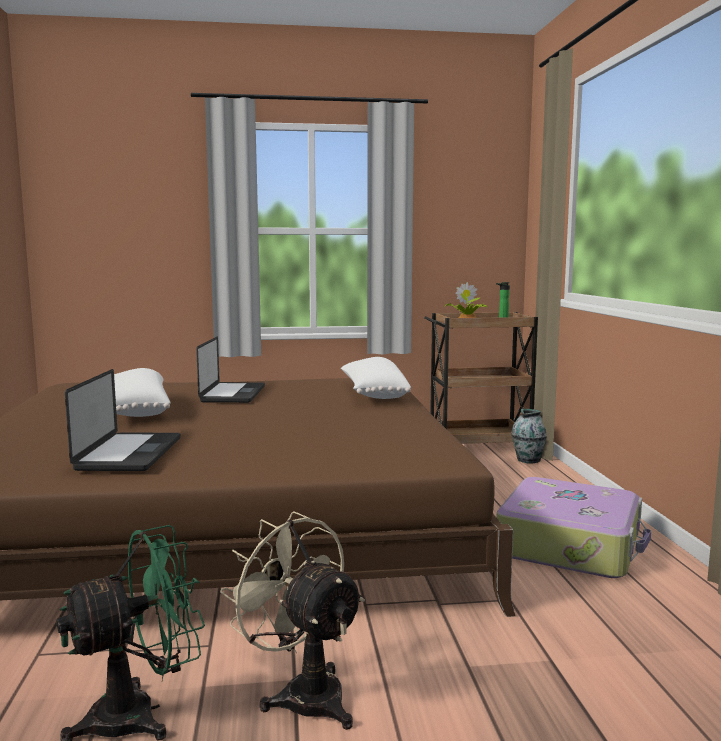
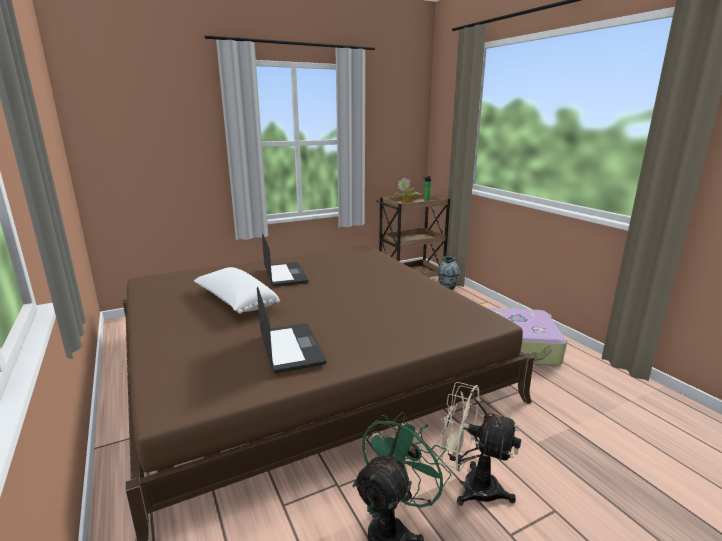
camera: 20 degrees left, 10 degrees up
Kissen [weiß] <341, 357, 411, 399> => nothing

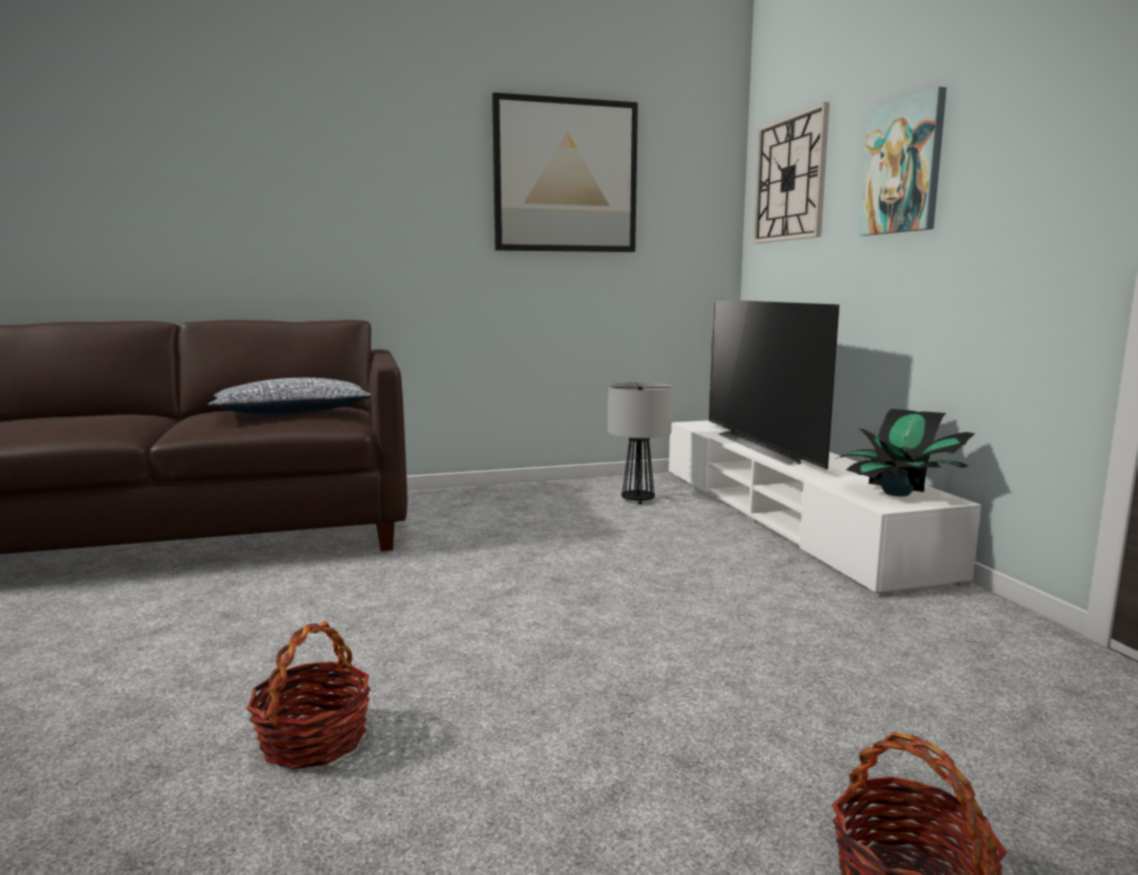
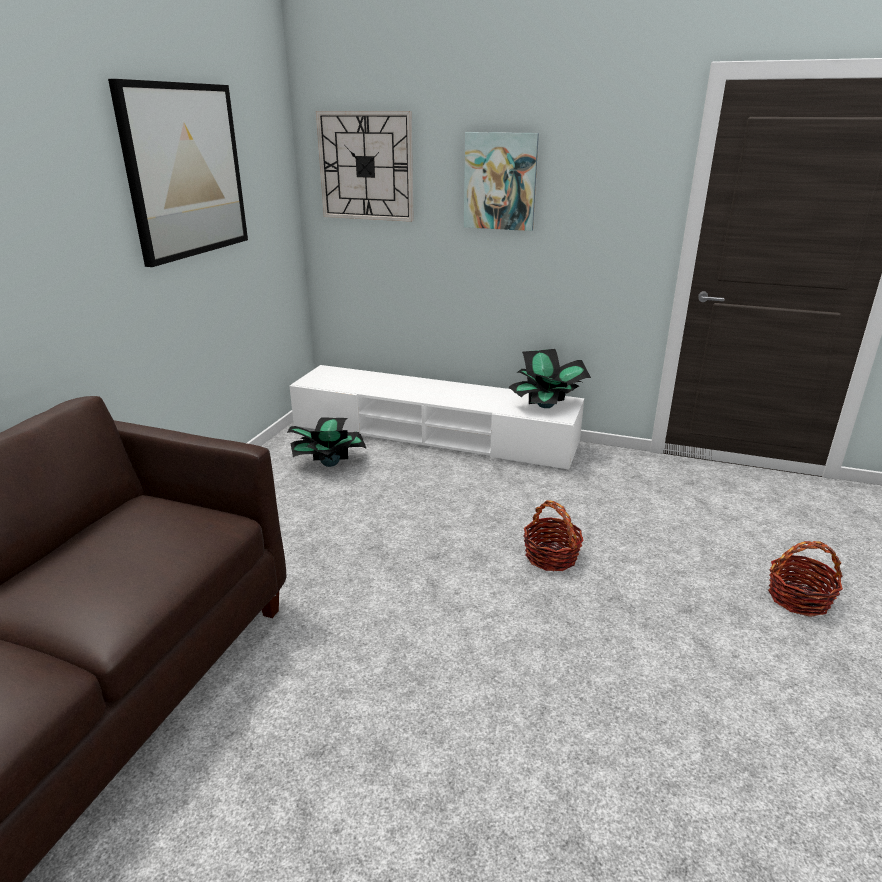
camera: 55 degrees left, 15 degrees up
Tischlampe <608, 382, 673, 504> => Topfpflanze <287, 418, 367, 467>
Korb <246, 621, 371, 770> => Korb <523, 500, 584, 571>, shifted
Kissen <208, 378, 371, 415> => nothing
Fernseher <709, 299, 839, 470> => nothing

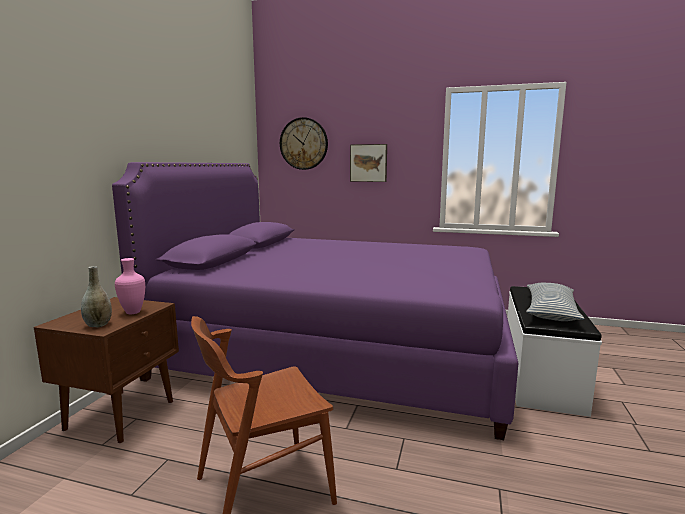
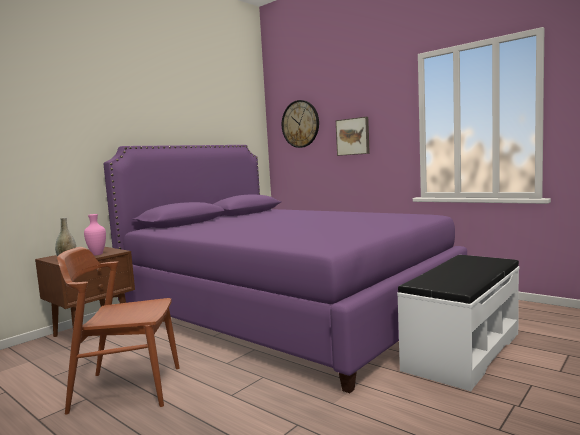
camera: 25 degrees right, 5 degrees down
Kissen <526, 283, 584, 321> => nothing

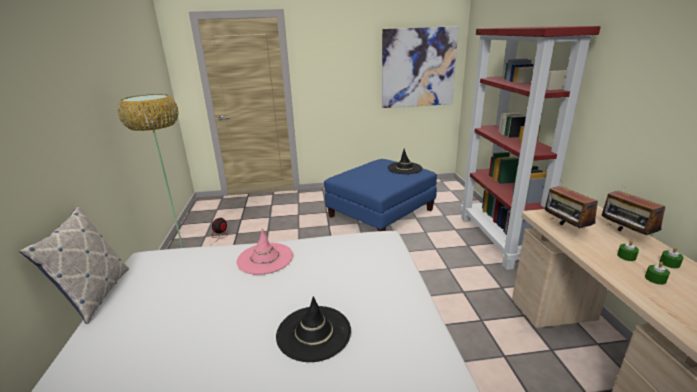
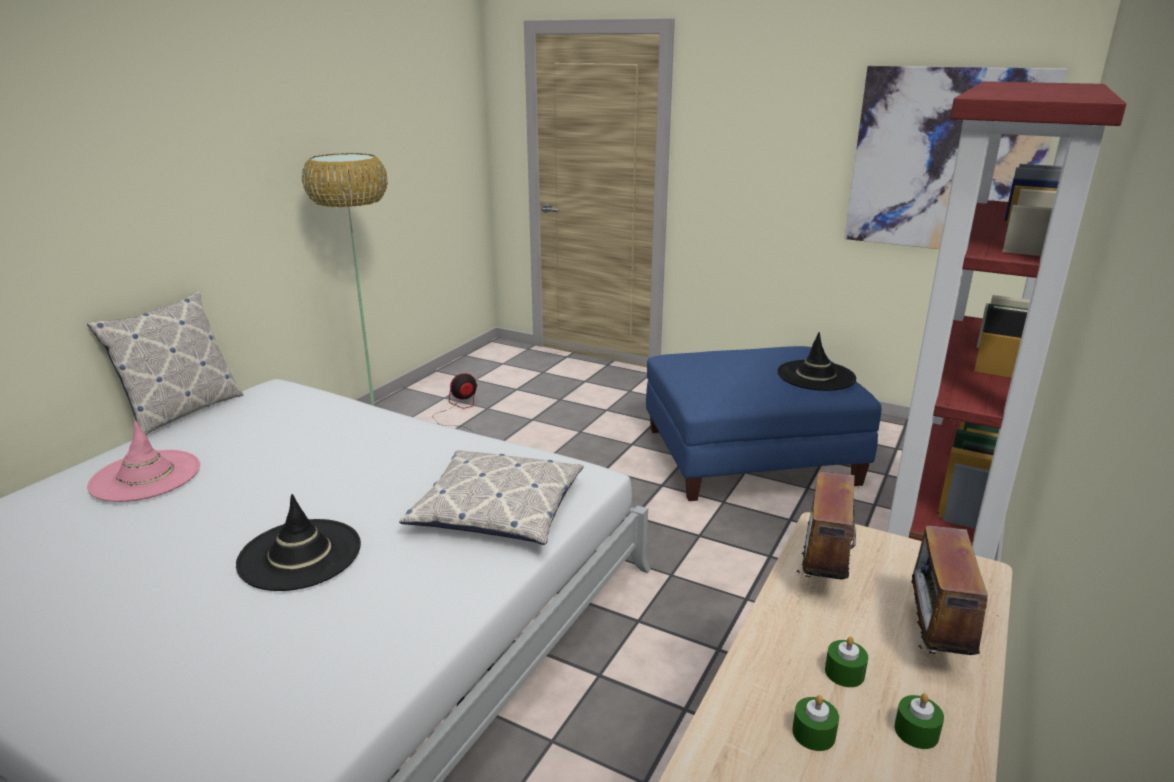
camera: 35 degrees right, 0 degrees up
Hut [rosa] <236, 228, 293, 275> => Hut [rosa] <87, 421, 200, 502>, shifted
nothing => Kissen <399, 450, 584, 545>

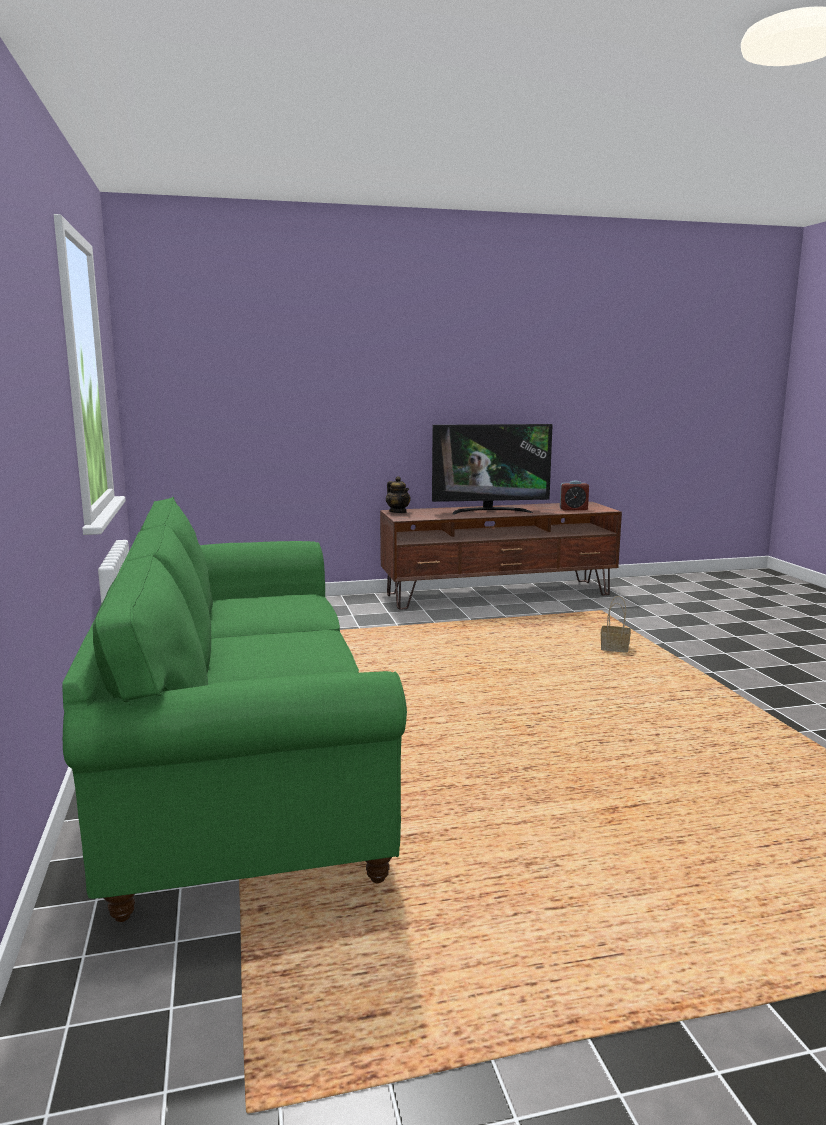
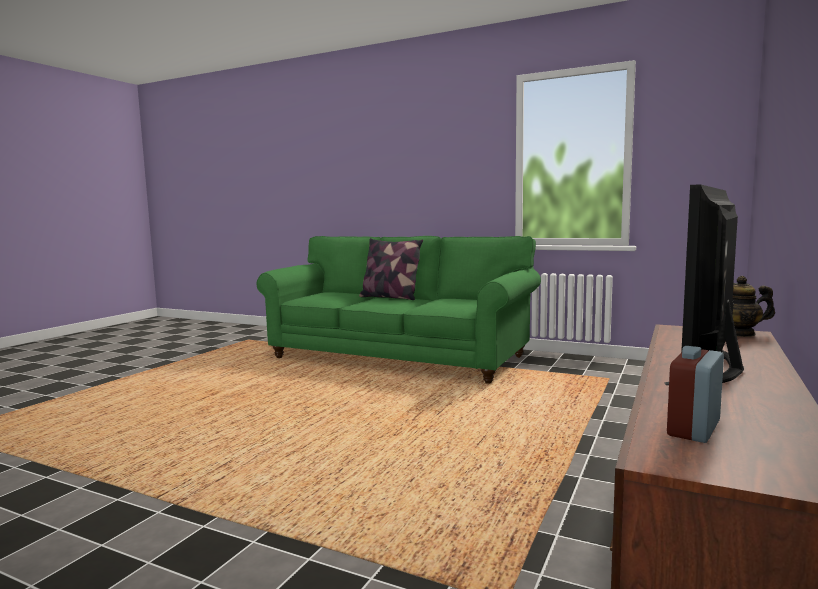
camera: 130 degrees right, 5 degrees down
nothing => Kissen <359, 238, 423, 300>
Korb <601, 596, 631, 653> => nothing

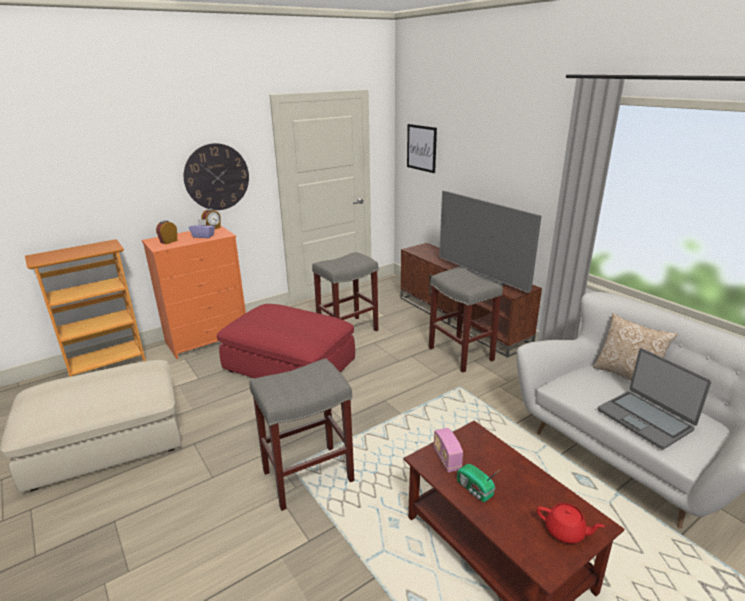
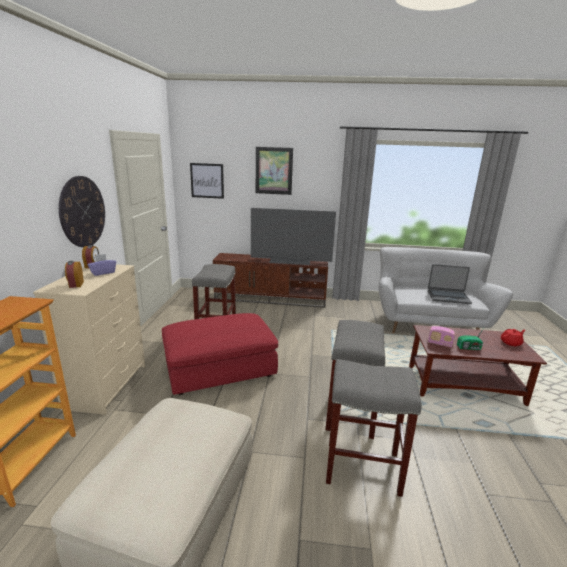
camera: 50 degrees left, 5 degrees down
Kommode [orange] <142, 225, 246, 359> => Kommode [beige] <33, 264, 145, 415>
nothing => Bild <256, 147, 293, 195>
Hocker [grau] <429, 268, 503, 373> => Hocker [grau] <326, 359, 422, 497>, shifted
Kissen <593, 313, 678, 380> => nothing

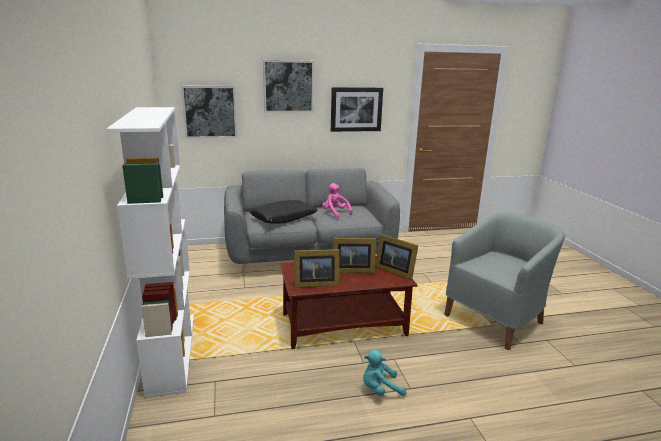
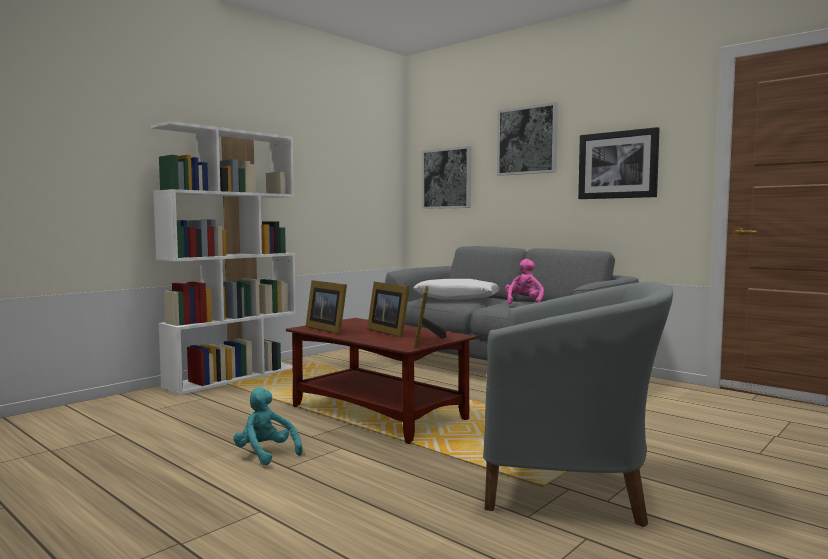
camera: 55 degrees right, 15 degrees down
Kissen [schwarz] <250, 200, 318, 223> => Kissen [weiß] <413, 279, 500, 300>

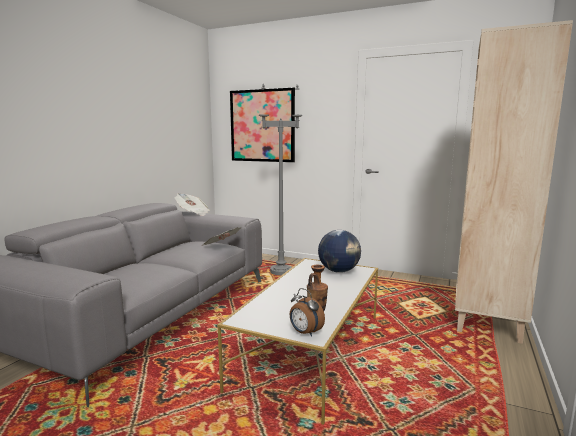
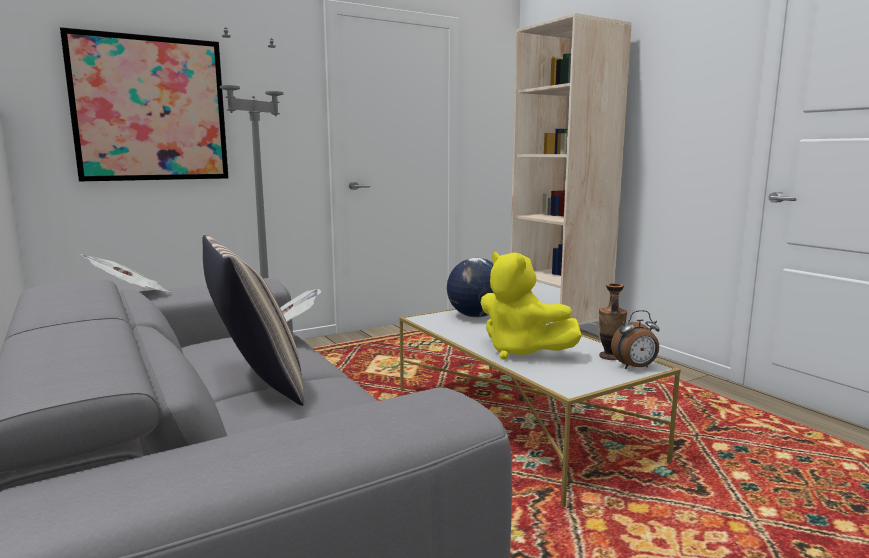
camera: 55 degrees left, 0 degrees up
nothing => Kissen <202, 235, 305, 406>
nothing => Plüschtier [gelb] <481, 252, 582, 360>

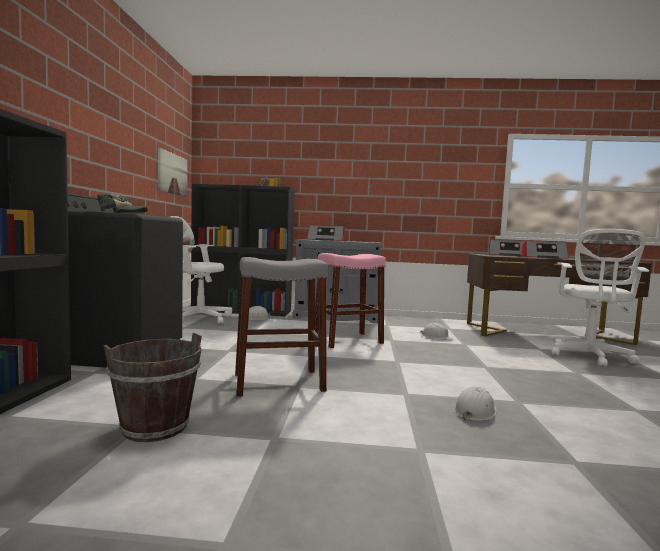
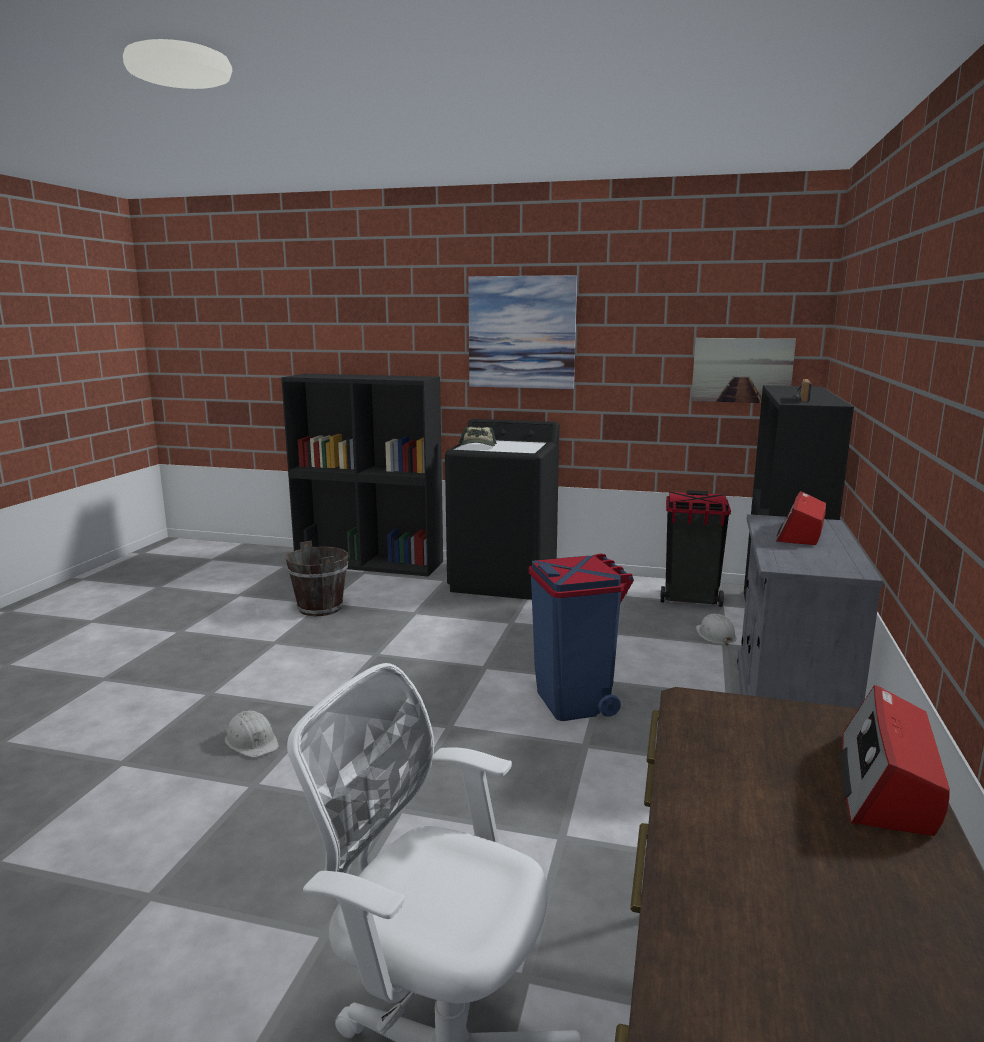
camera: 100 degrees right, 10 degrees up
nothing => Bild <468, 275, 577, 389>
Hocker [rosa] <315, 253, 386, 348> => Mülleimer [blau] <529, 553, 634, 721>
Bürostuhl [weiß] <171, 216, 232, 324> => Mülleimer [schwarz] <660, 490, 731, 607>
Hocker [grau] <235, 257, 328, 397> => nothing
Schutzhelm [weiß] <421, 323, 454, 340> => nothing
Radio <522, 240, 569, 259> => nothing

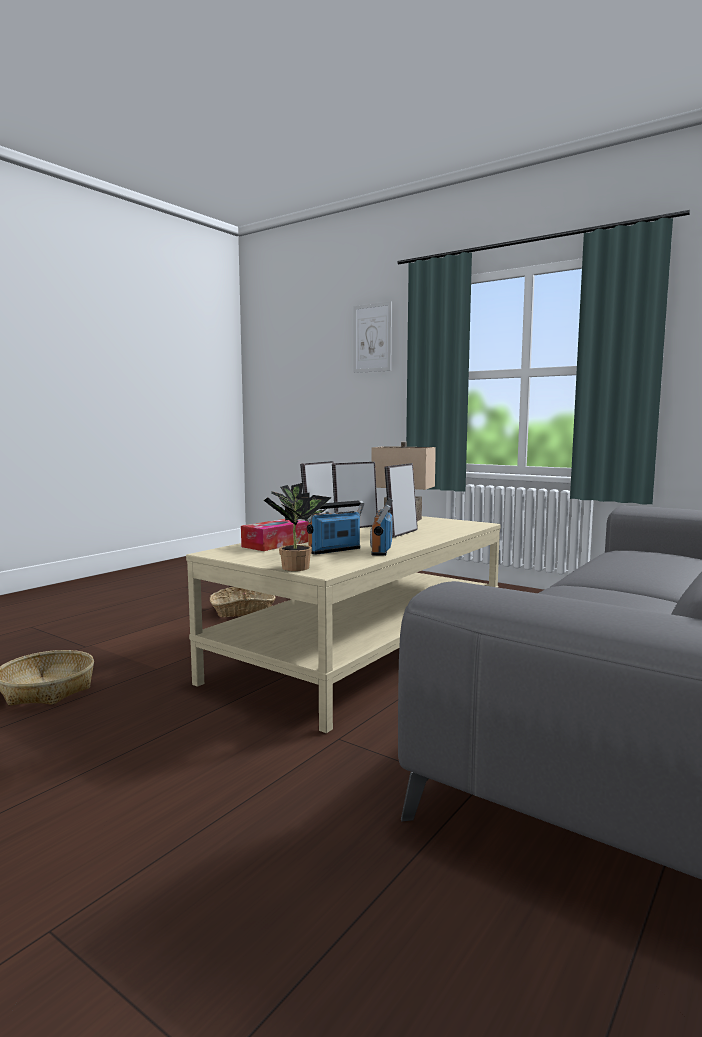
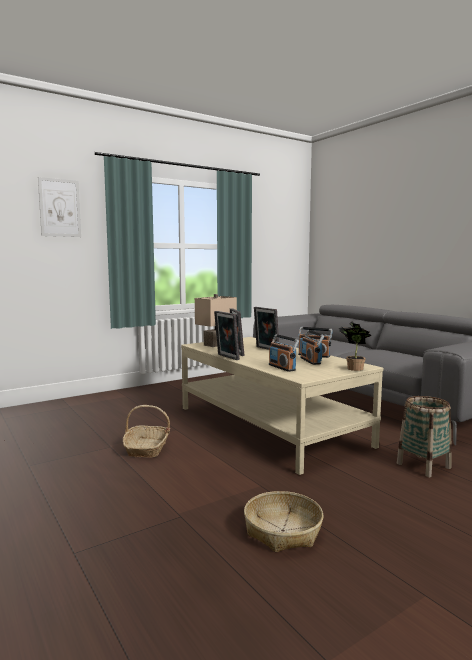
camera: 70 degrees left, 0 degrees up
Taschentuchbox <241, 519, 308, 551> => Radio <269, 334, 299, 372>
nothing => Korb <397, 396, 452, 477>

